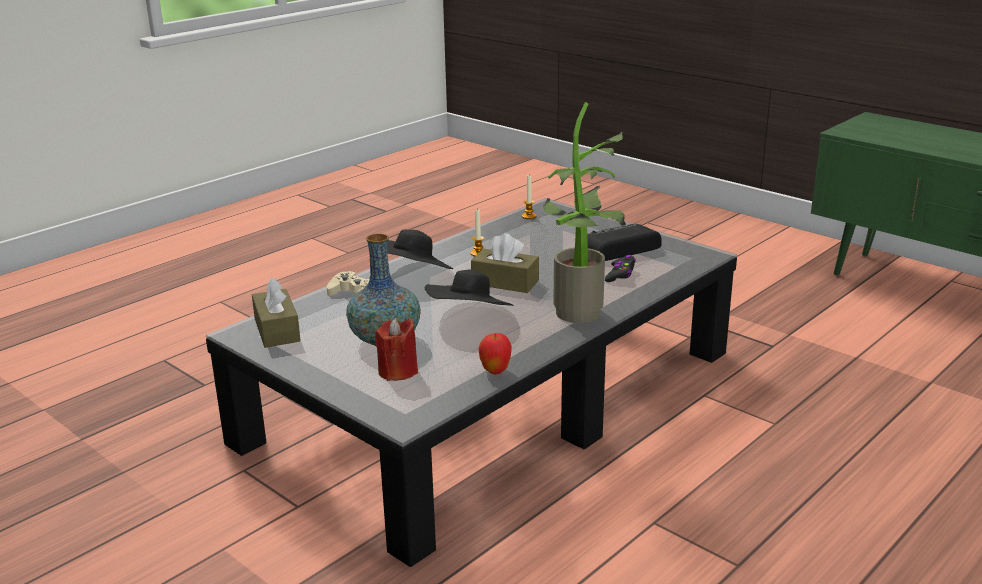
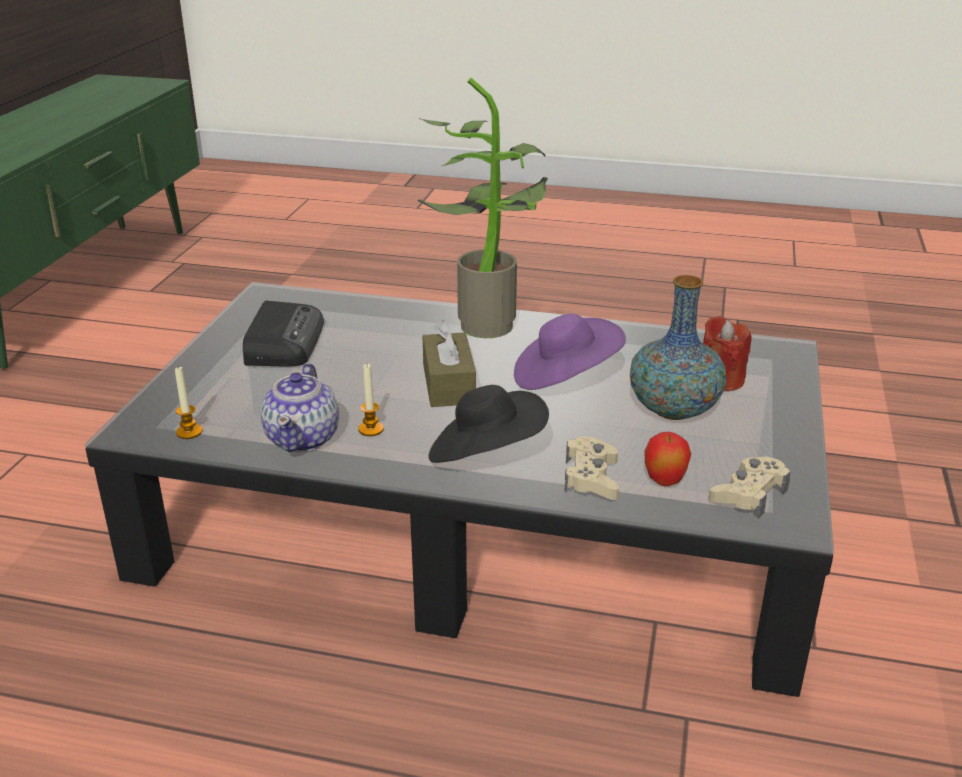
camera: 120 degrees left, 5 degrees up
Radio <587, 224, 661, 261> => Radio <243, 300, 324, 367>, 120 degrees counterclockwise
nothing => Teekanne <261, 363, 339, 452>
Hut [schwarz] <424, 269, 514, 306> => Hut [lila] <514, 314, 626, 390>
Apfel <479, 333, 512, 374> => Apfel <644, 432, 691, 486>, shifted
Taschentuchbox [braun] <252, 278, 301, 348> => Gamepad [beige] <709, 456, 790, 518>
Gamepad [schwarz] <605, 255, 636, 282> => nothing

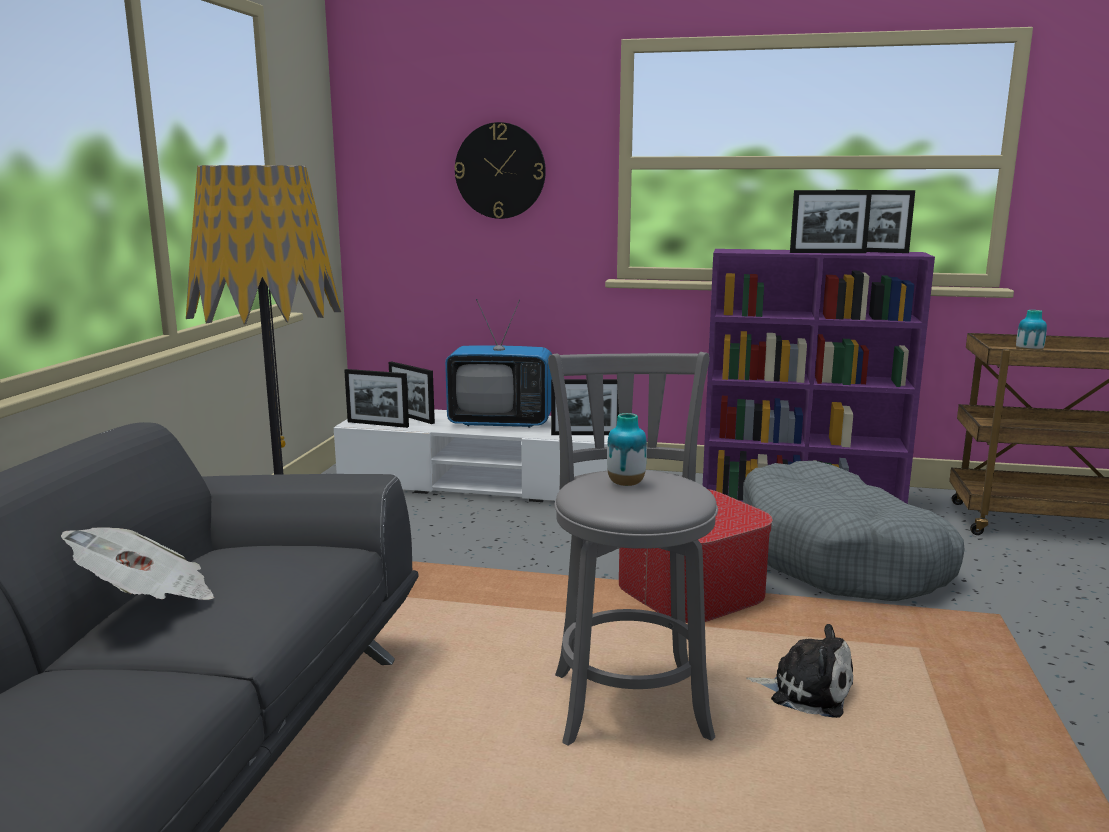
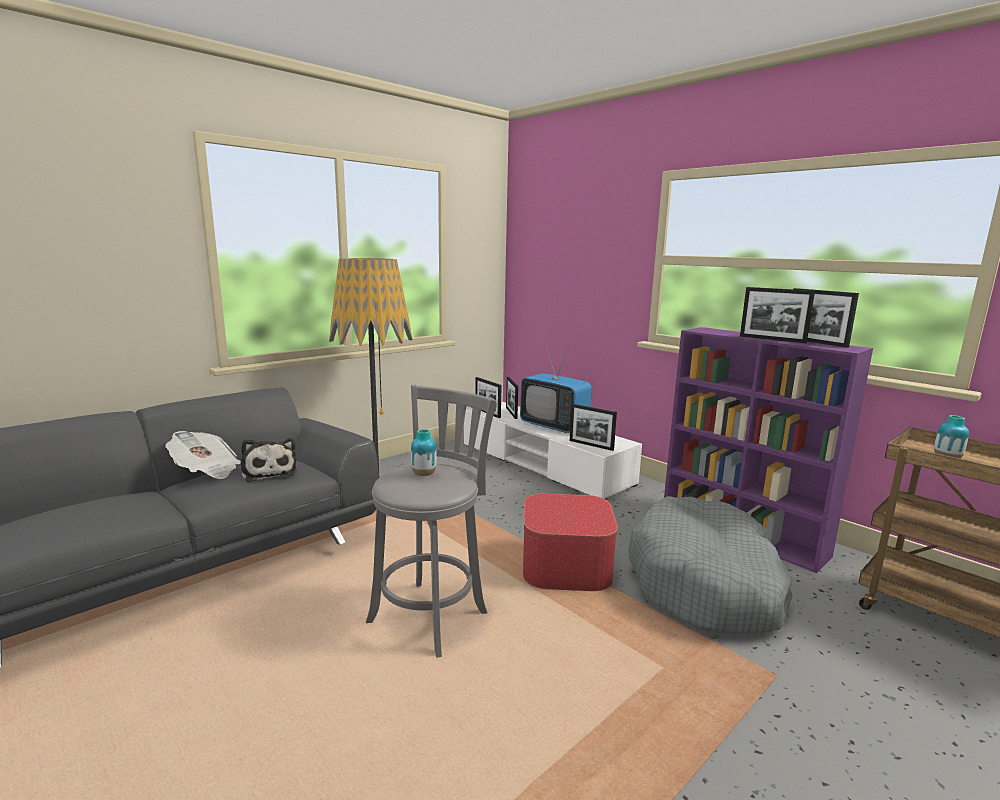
camera: 35 degrees right, 0 degrees up
Plüschtier <747, 624, 853, 718> => Plüschtier <241, 438, 297, 482>, shifted
Wanduhr <454, 122, 546, 219> => nothing

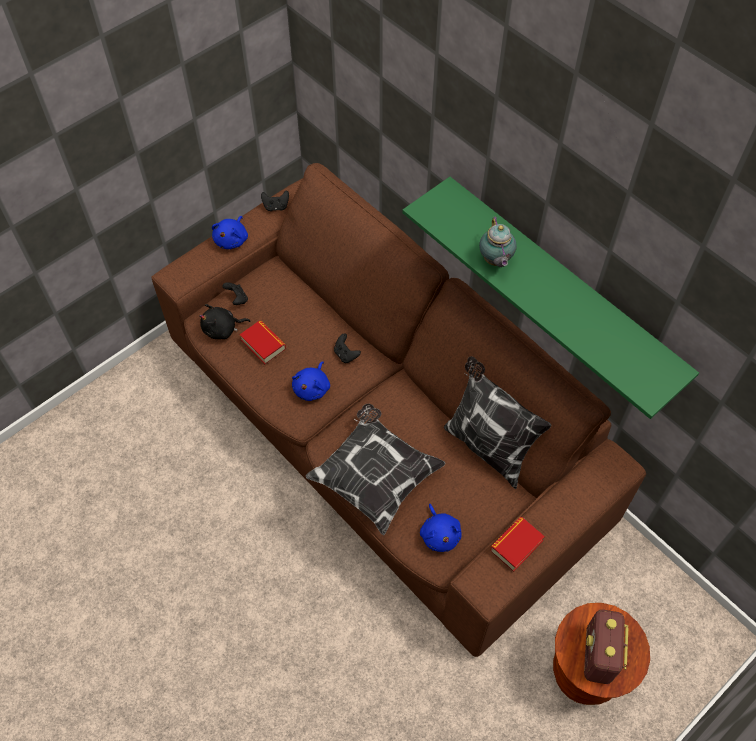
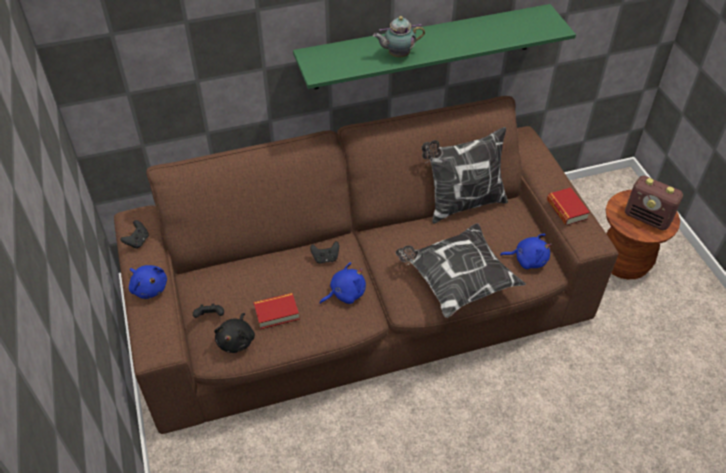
camera: 65 degrees left, 10 degrees down
Plüschtier [blau] <292, 361, 330, 401> => Plüschtier [blau] <319, 262, 366, 304>, 75 degrees counterclockwise
Teekanne <479, 216, 517, 267> => Teekanne <373, 16, 425, 57>, 150 degrees clockwise

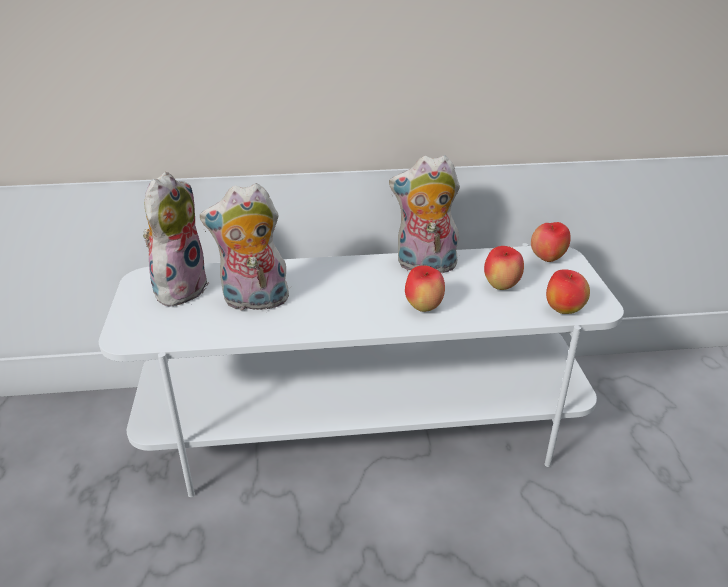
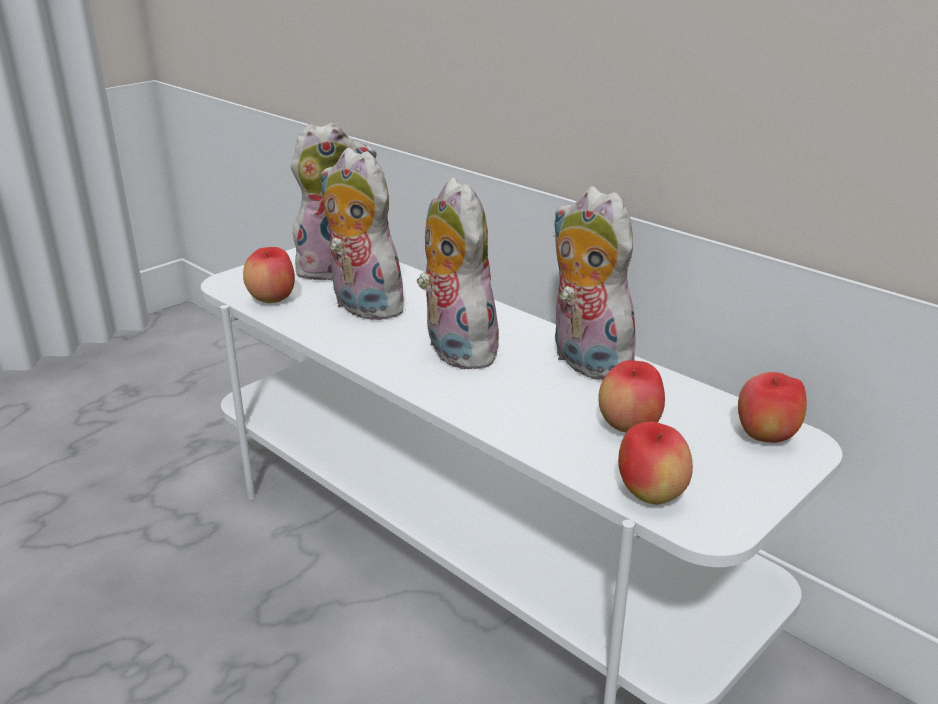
camera: 50 degrees right, 5 degrees down
Apfel <405, 265, 445, 312> => Apfel <243, 247, 295, 303>, shifted
nothing => Plüschtier <417, 178, 502, 369>

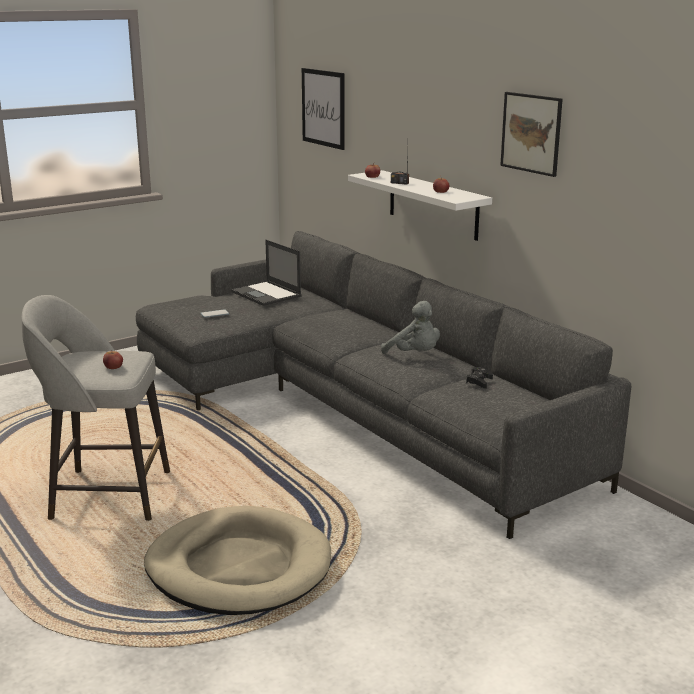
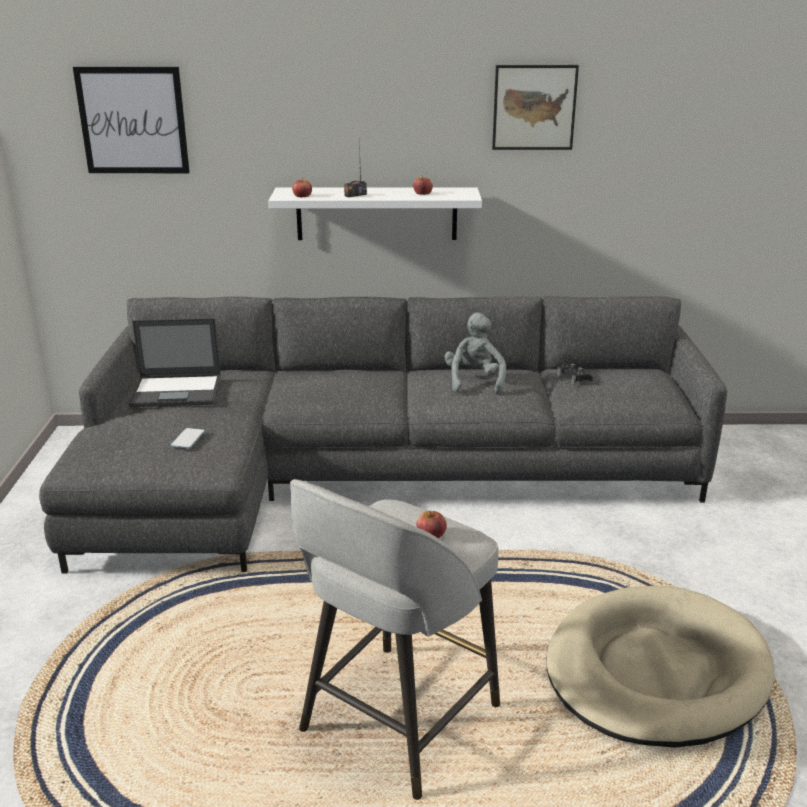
camera: 55 degrees left, 5 degrees up
Plüschtier [grau] <381, 301, 440, 354> => Plüschtier [grau] <444, 313, 506, 394>, 75 degrees counterclockwise

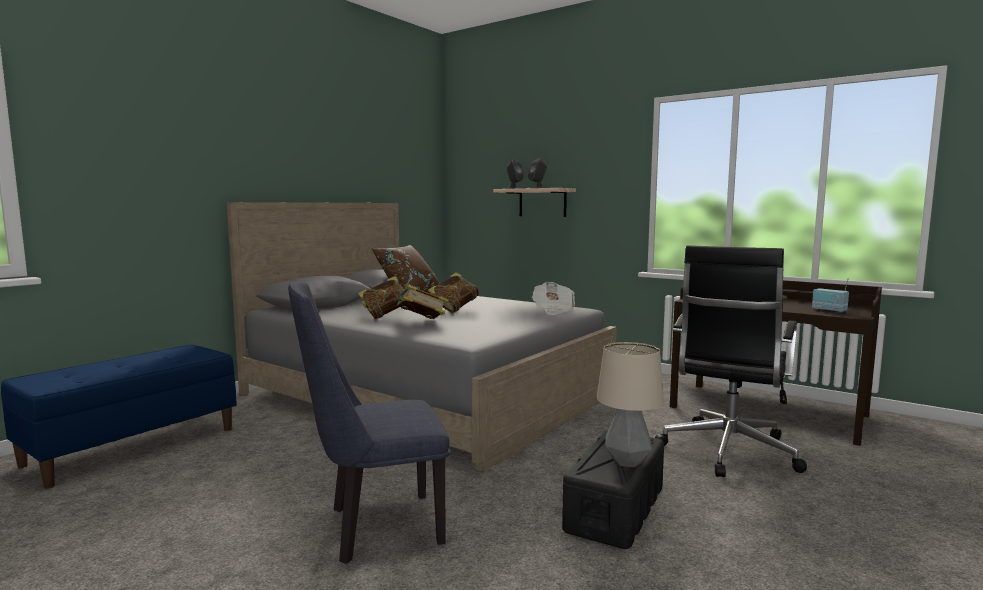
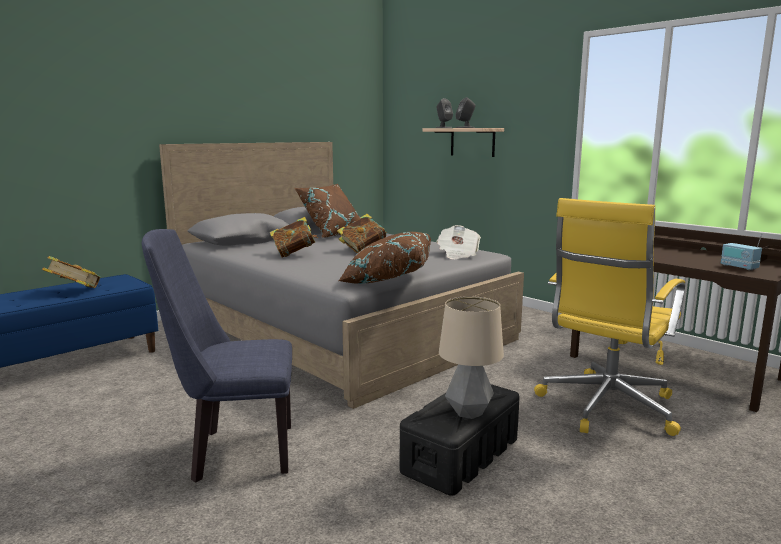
camera: 10 degrees right, 5 degrees up
Buch <395, 284, 449, 319> => Buch <42, 256, 100, 288>, shifted
nothing => Kissen [braun] <339, 232, 431, 284>
Bürostuhl [schwarz] <655, 245, 807, 477> => Bürostuhl [gelb] <534, 198, 685, 436>

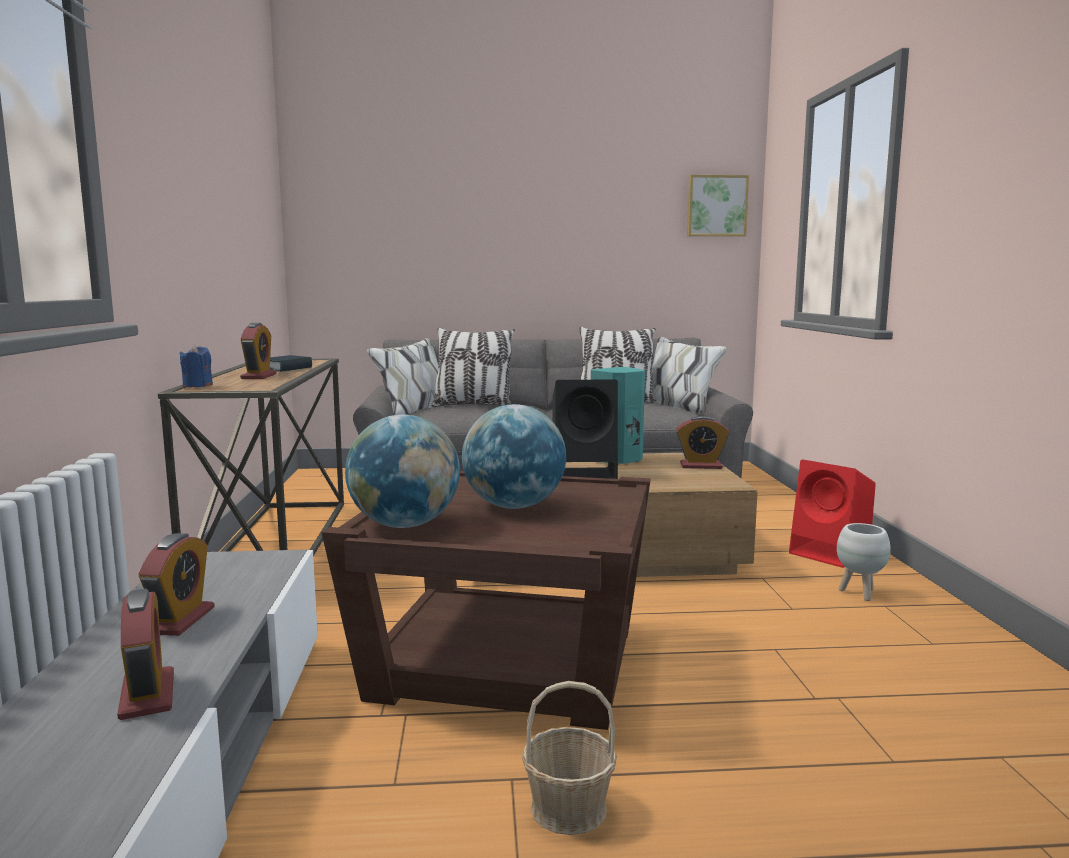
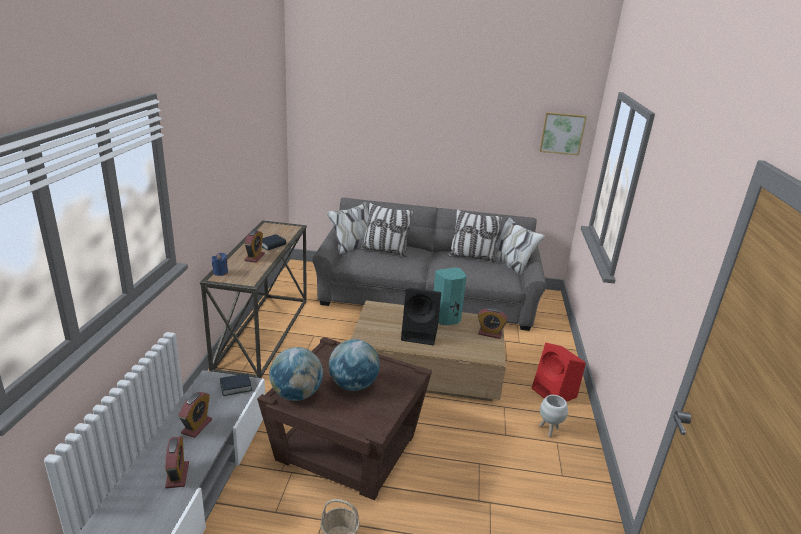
camera: 10 degrees right, 15 degrees up
nothing => Buch <220, 373, 252, 396>

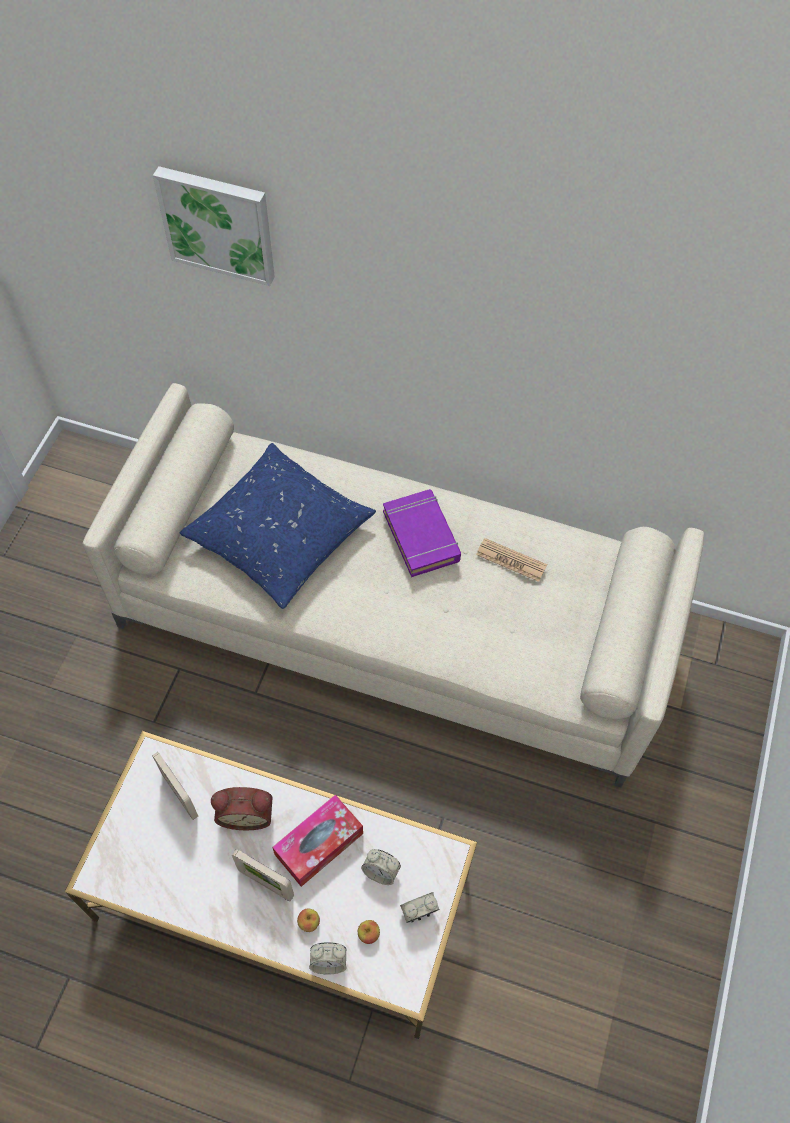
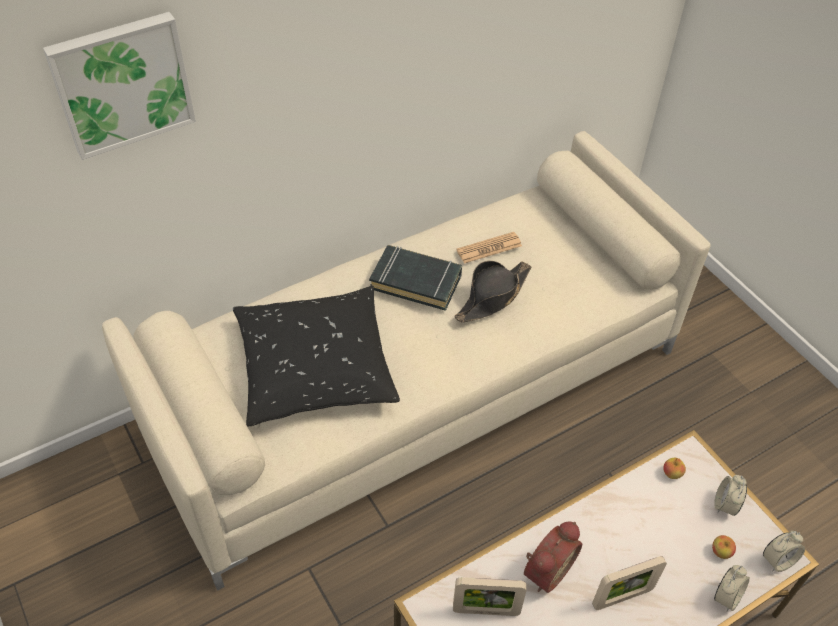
camera: 50 degrees left, 10 degrees down
Kissen [blau] <180, 443, 376, 609> => Kissen [schwarz] <233, 286, 400, 427>
Buch [lila] <383, 489, 461, 577> => Buch [schwarz] <369, 245, 462, 311>
nothing => Hut [schwarz] <455, 261, 531, 323>
Apfel <297, 908, 320, 932> => Apfel <663, 458, 686, 479>, shifted
Wecker <361, 849, 401, 885> => Wecker <763, 531, 805, 572>, shifted
Taschentuchbox <272, 794, 363, 887> => nothing

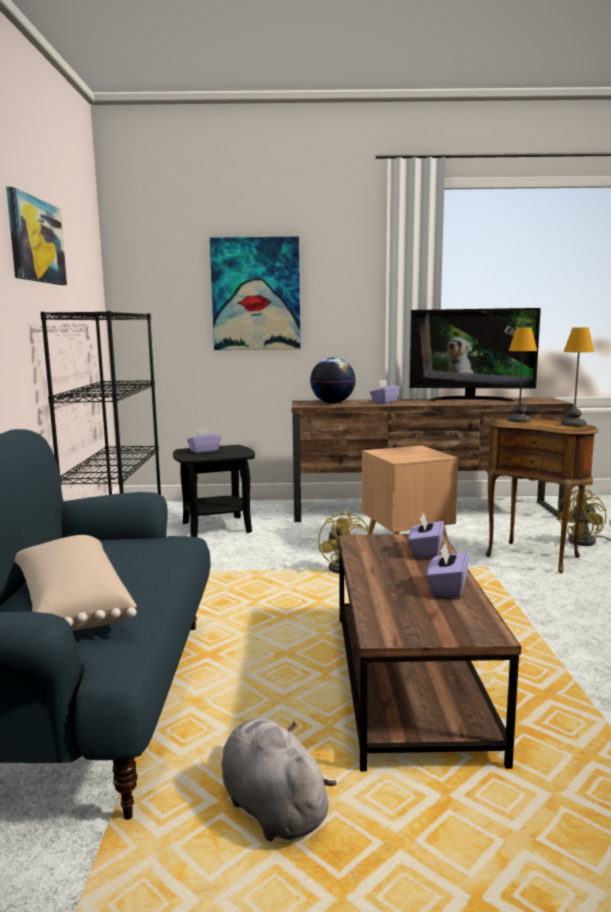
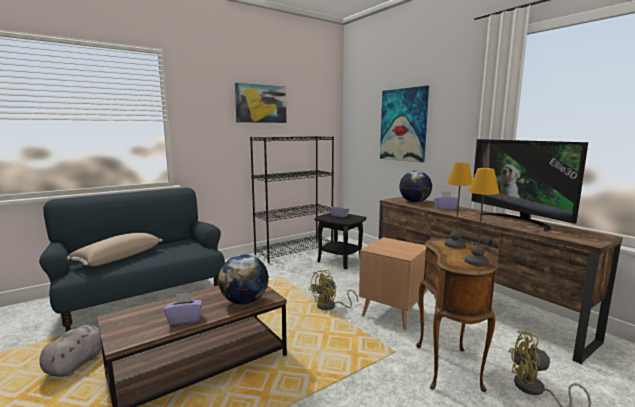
camera: 55 degrees right, 0 degrees up
Taschentuchbox [lila] <409, 513, 444, 559> => Globus <218, 254, 269, 305>

